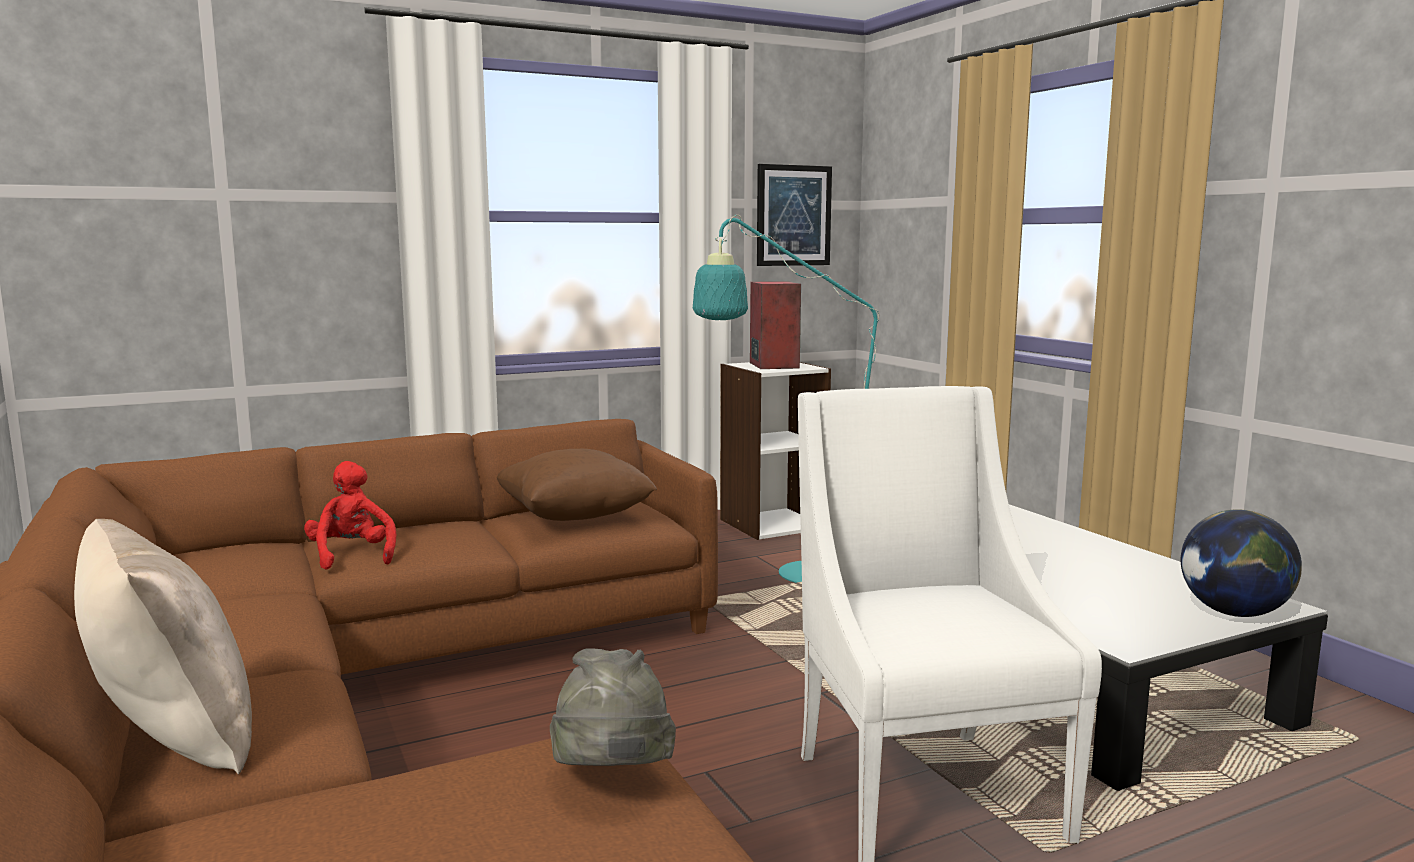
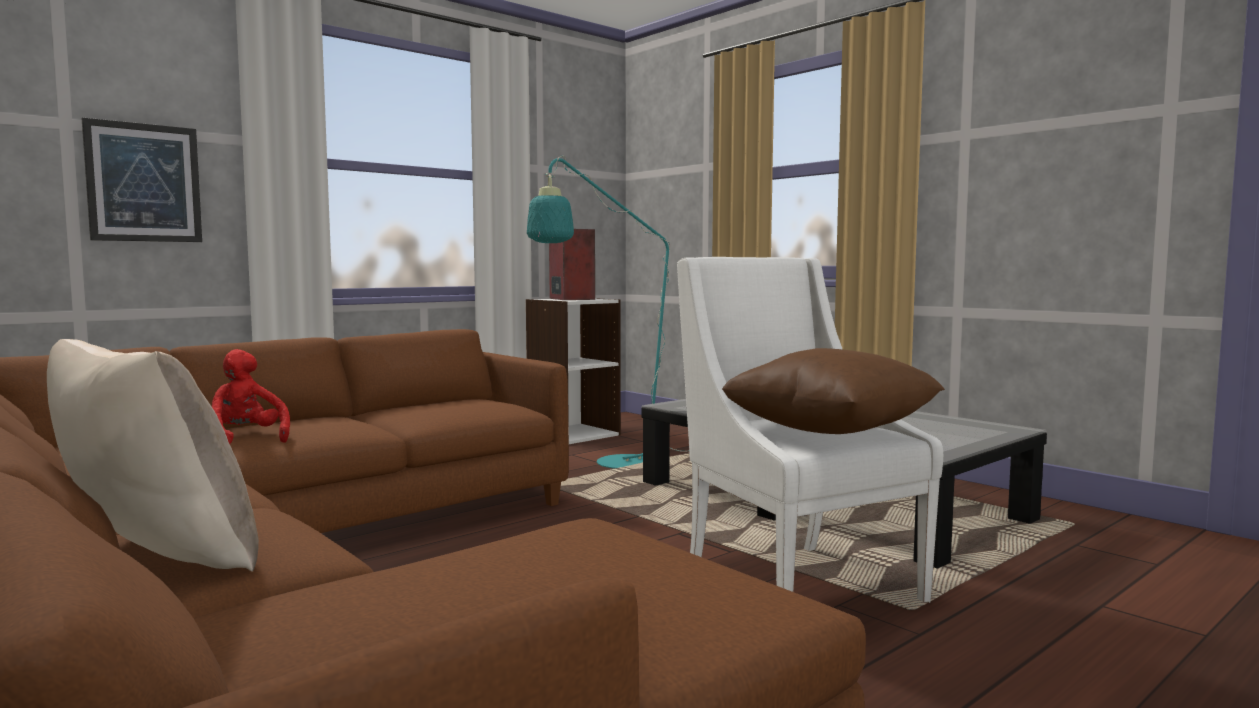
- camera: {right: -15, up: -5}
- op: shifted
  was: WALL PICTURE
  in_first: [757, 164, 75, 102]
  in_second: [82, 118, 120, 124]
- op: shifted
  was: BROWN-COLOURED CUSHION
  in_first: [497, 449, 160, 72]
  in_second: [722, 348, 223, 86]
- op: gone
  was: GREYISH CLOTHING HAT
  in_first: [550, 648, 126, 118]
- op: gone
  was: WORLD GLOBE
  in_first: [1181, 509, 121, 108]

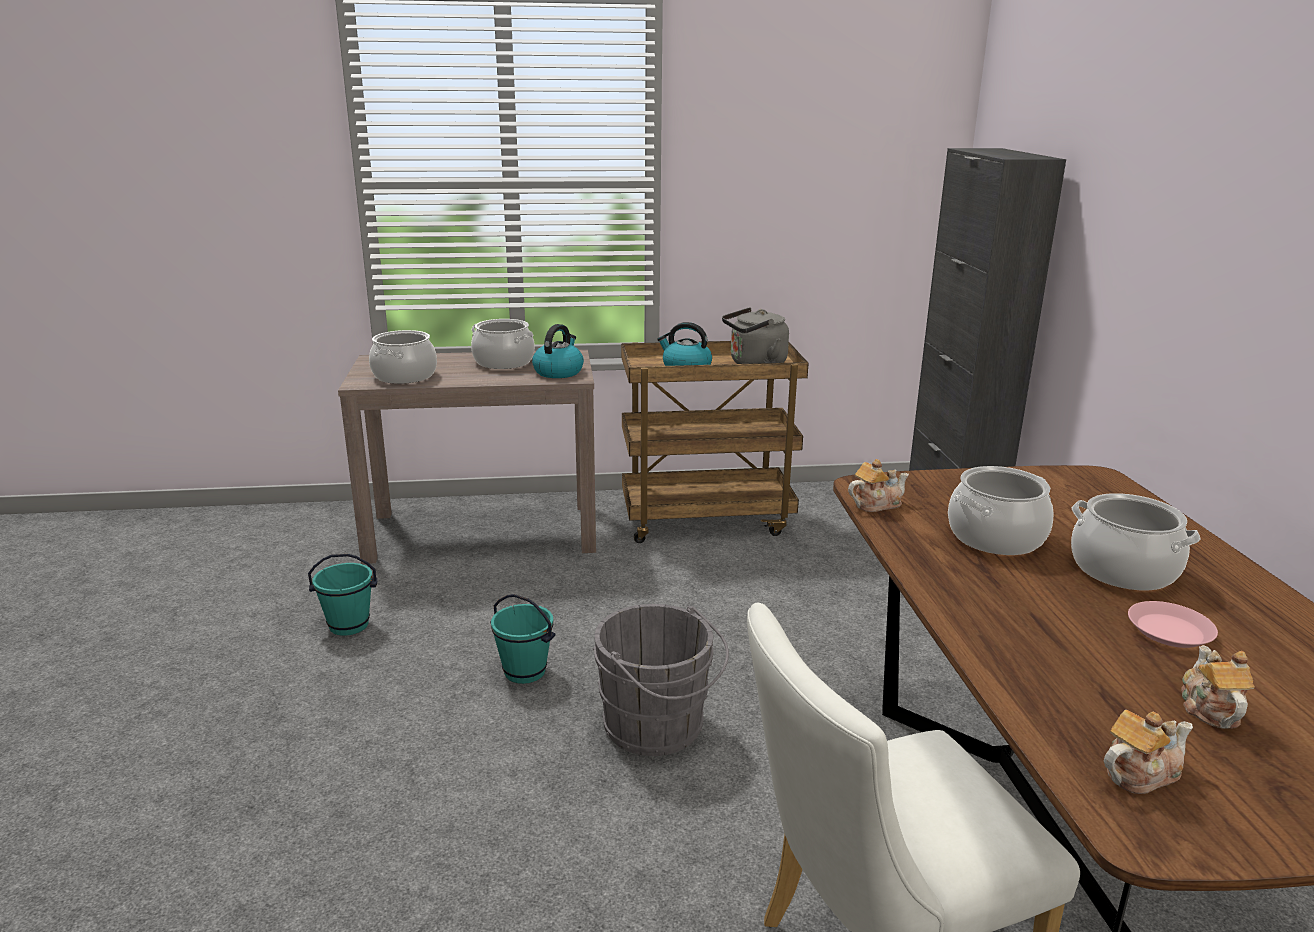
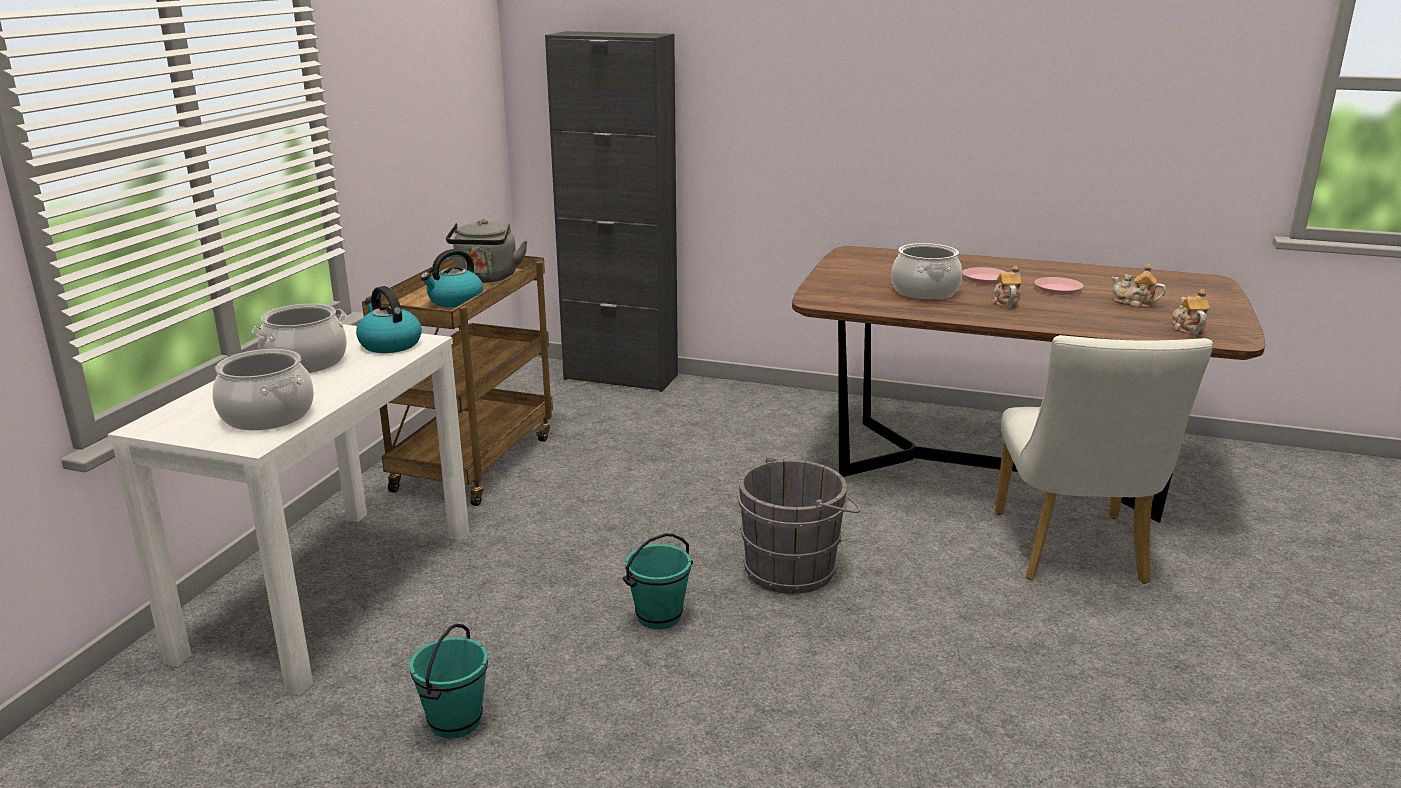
- camera: {right: -65, up: 0}
- op: repainted
  was: BROWN-COLOURED NARROW TABLE
  now: WHITE NARROW TABLE
  in_first: [338, 350, 258, 214]
  in_second: [108, 324, 361, 371]
- op: swapped
  was: STOCKPOT
  now: PINK FLAT DISH
  in_first: [1071, 493, 130, 97]
  in_second: [963, 267, 43, 17]
- op: shifted
  was: POT FOR TEA
  in_first: [848, 459, 61, 53]
  in_second: [992, 265, 30, 43]

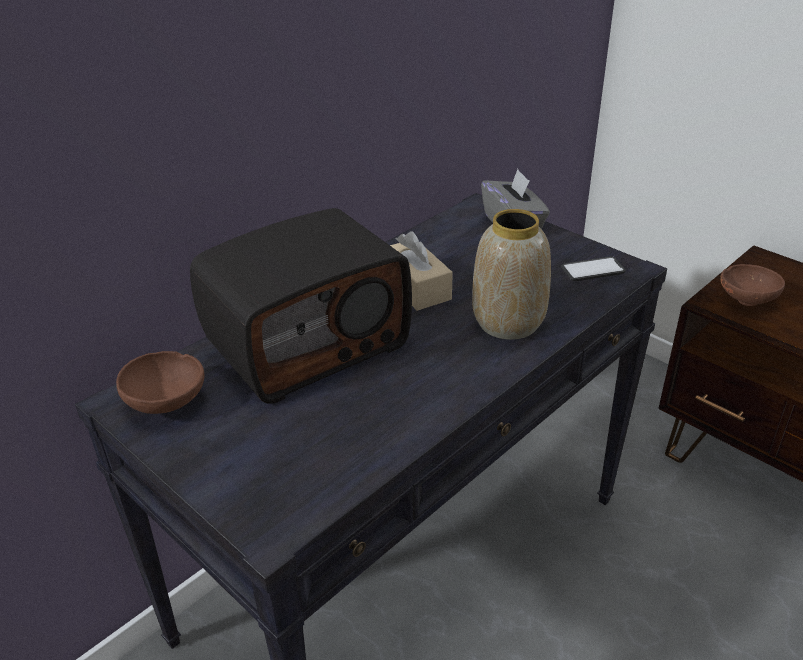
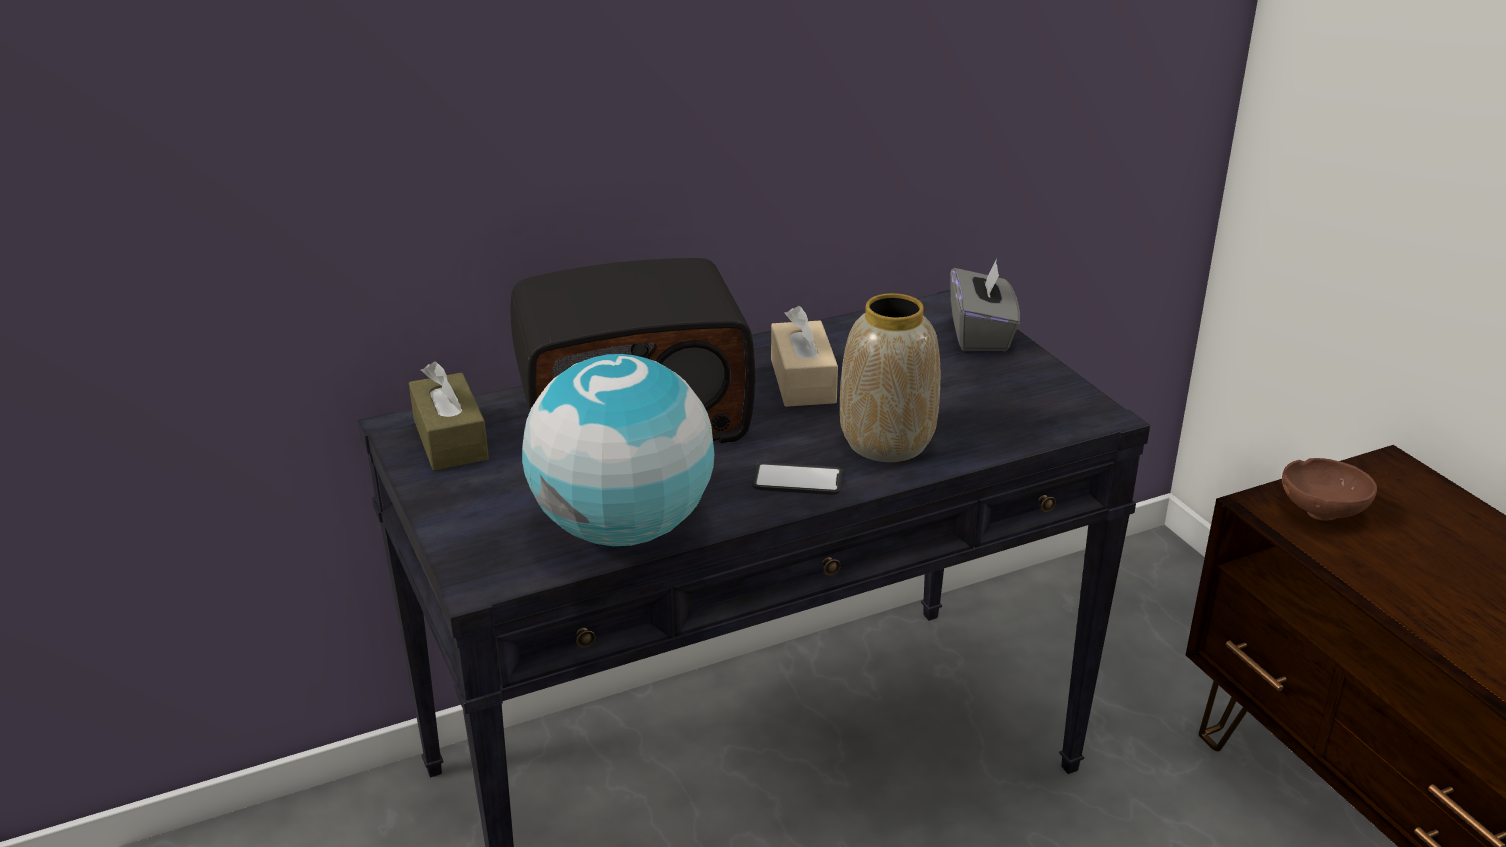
- camera: {right: 20, up: -5}
- op: swapped
  was: BROWN-COLOURED BOWL
  now: BROWN-COLOURED BOX OF TISSUES
  in_first: [116, 351, 89, 63]
  in_second: [409, 361, 80, 110]
- op: new
  now: WORLD GLOBE
  in_second: [522, 354, 192, 192]
- op: shifted
  was: HANDSET
  in_first: [561, 256, 65, 25]
  in_second: [752, 462, 91, 33]

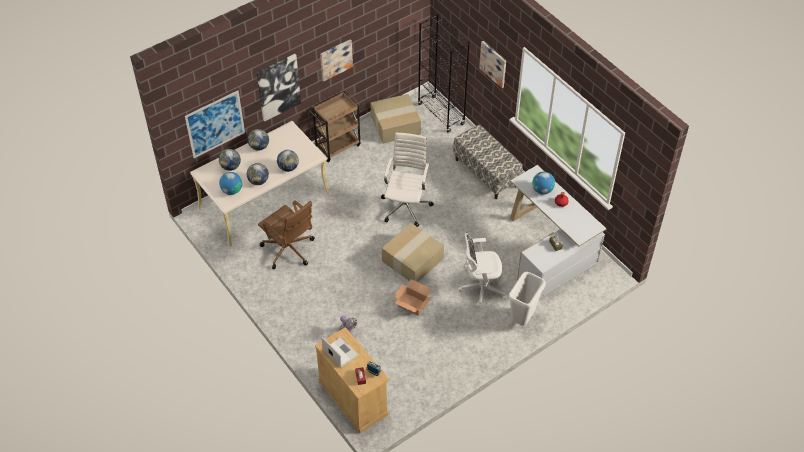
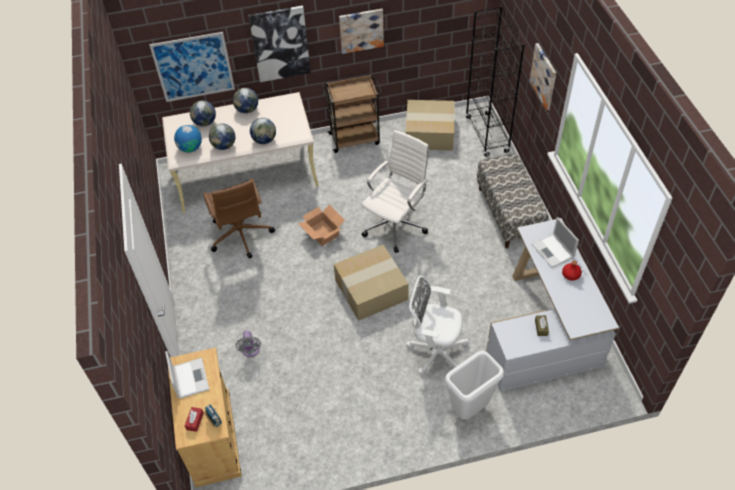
- camera: {right: 25, up: 0}
- op: shifted
  was: CARDBOARD BOX
  in_first: [394, 279, 38, 37]
  in_second: [298, 205, 47, 41]
- op: swapped
  was: WORLD GLOBE
  now: LAPTOP
  in_first: [532, 172, 23, 23]
  in_second: [532, 217, 47, 51]

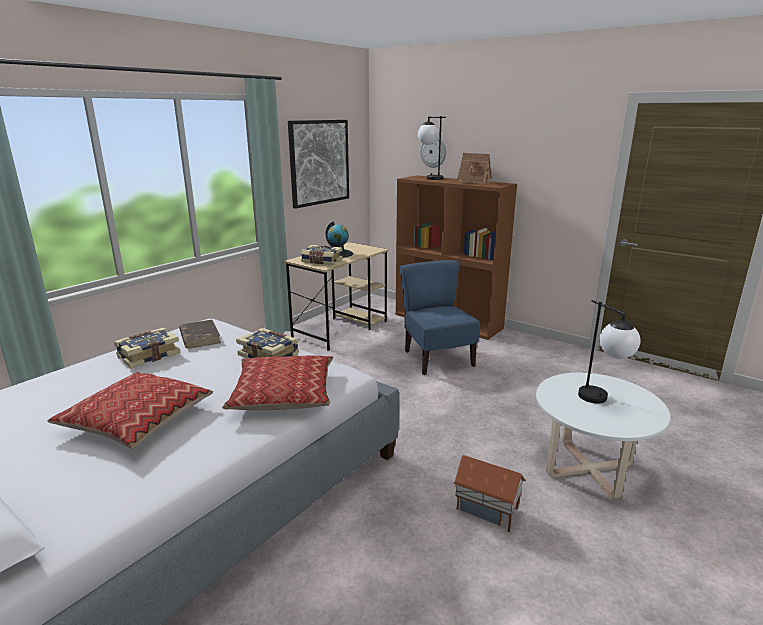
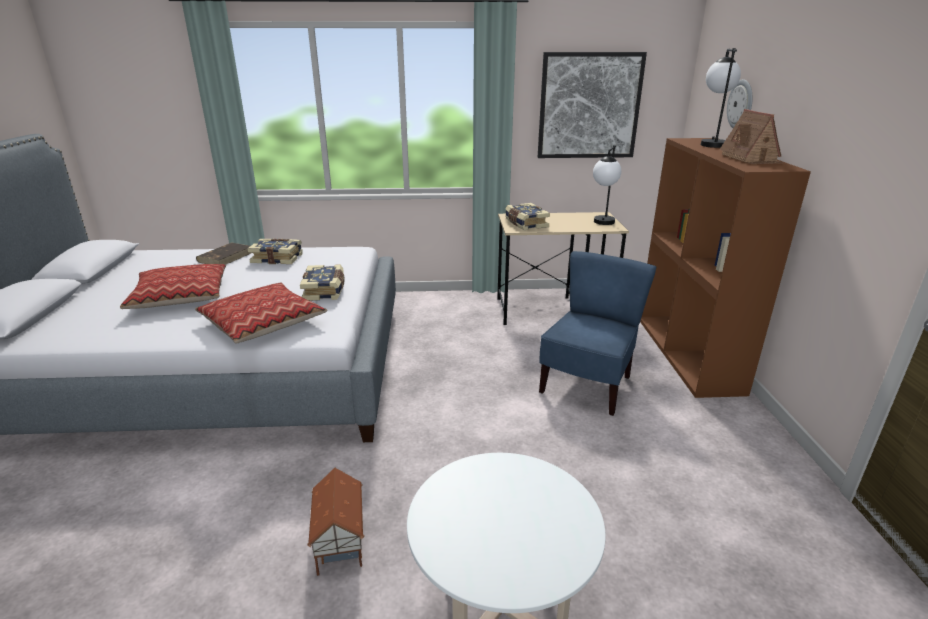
- camera: {right: 50, up: 5}
- op: shifted
  was: BROWN-COLOURED VOLUME
  in_first: [179, 320, 42, 29]
  in_second: [196, 243, 56, 22]
- op: shifted
  was: LAMP FOR A TABLE
  in_first: [578, 300, 62, 104]
  in_second: [593, 145, 28, 80]
- op: gone
  was: WORLD GLOBE
  in_first: [326, 221, 27, 37]

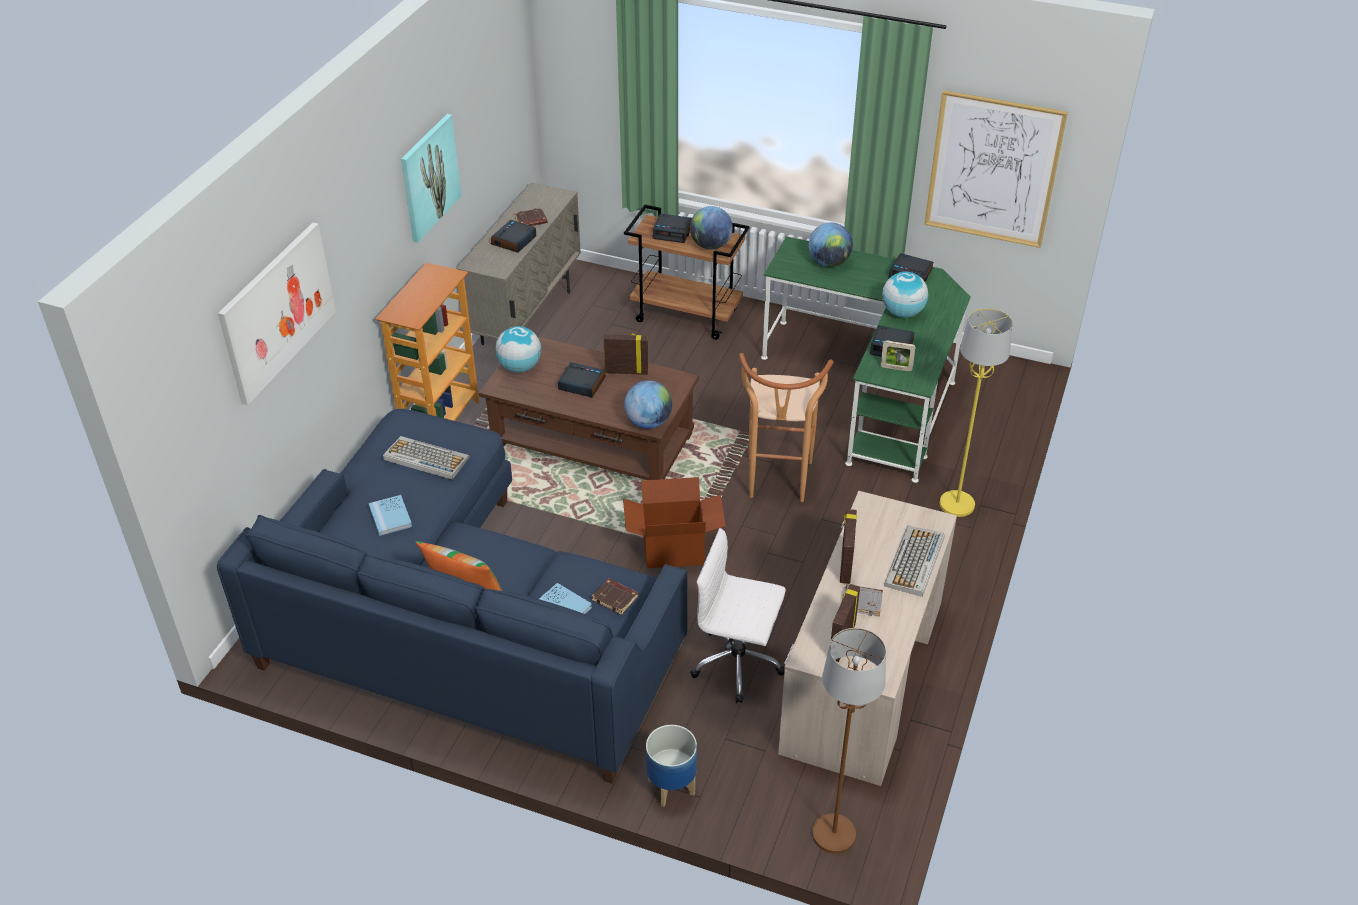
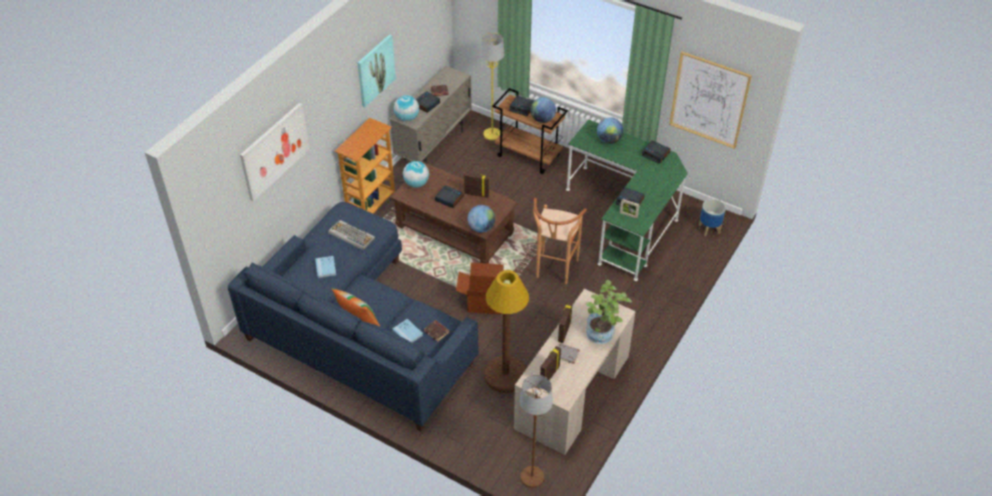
- camera: {right: 10, up: 5}
- op: shifted
  was: WORLD GLOBE
  in_first: [882, 272, 46, 46]
  in_second: [394, 95, 25, 26]
- op: shifted
  was: YELLOW STANDING LAMP
  in_first: [940, 308, 73, 209]
  in_second: [480, 33, 25, 108]
- op: swapped
  was: WHITE OFFICE CHAIR
  now: BROWN-COLOURED STANDING LAMP
  in_first: [690, 528, 96, 175]
  in_second: [484, 270, 45, 123]
- op: swapped
  was: KEYBOARD
  now: HOUSEPLANT
  in_first: [884, 525, 61, 72]
  in_second: [585, 280, 47, 64]
- op: shifted
  was: FLOWER POT
  in_first: [646, 725, 51, 82]
  in_second: [699, 199, 27, 37]

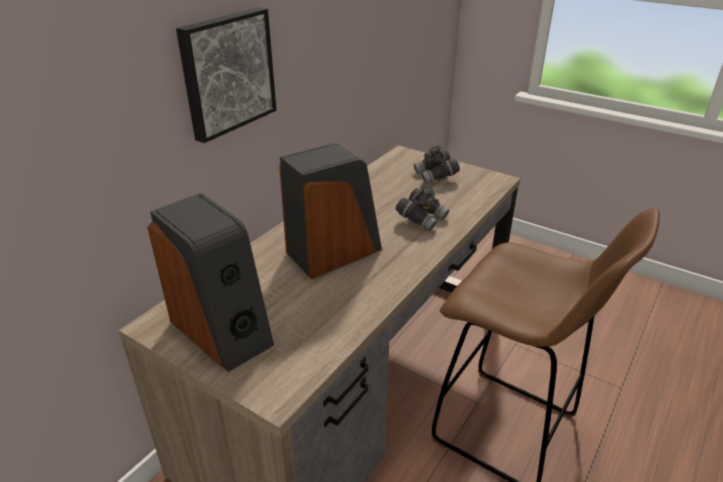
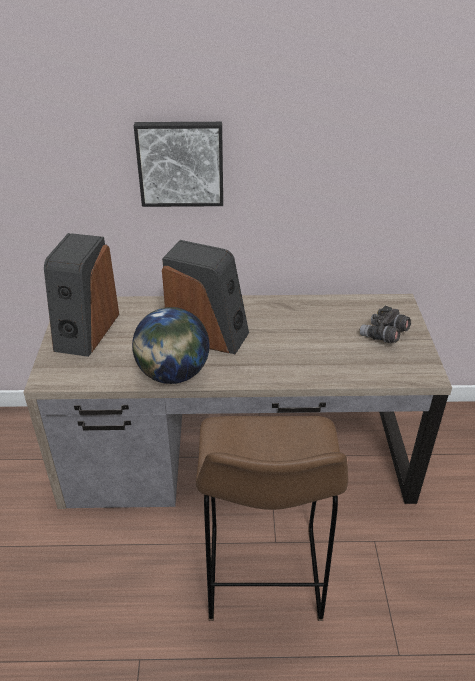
- camera: {right: 55, up: 5}
- op: new
  now: WORLD GLOBE
  in_second: [132, 307, 78, 77]
- op: gone
  was: GREYISH BINOCULARS
  in_first: [396, 186, 53, 45]

